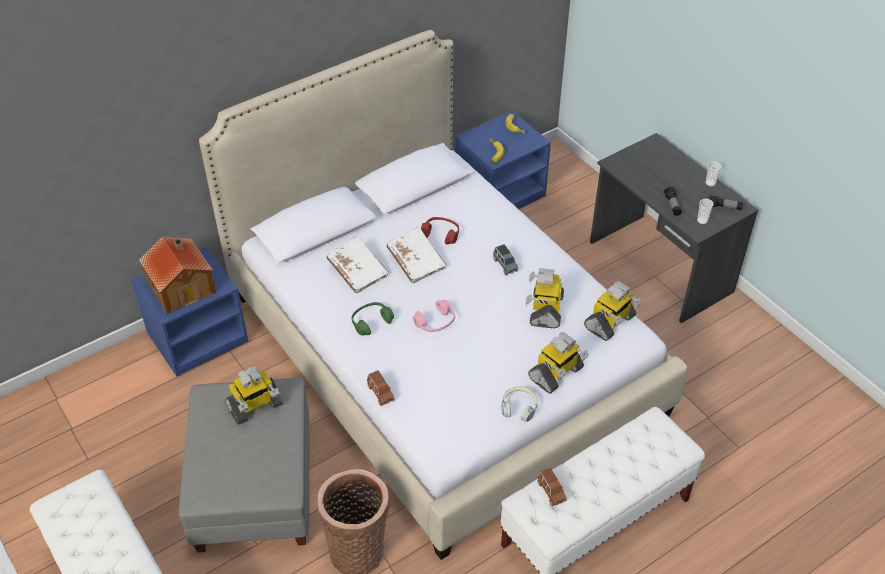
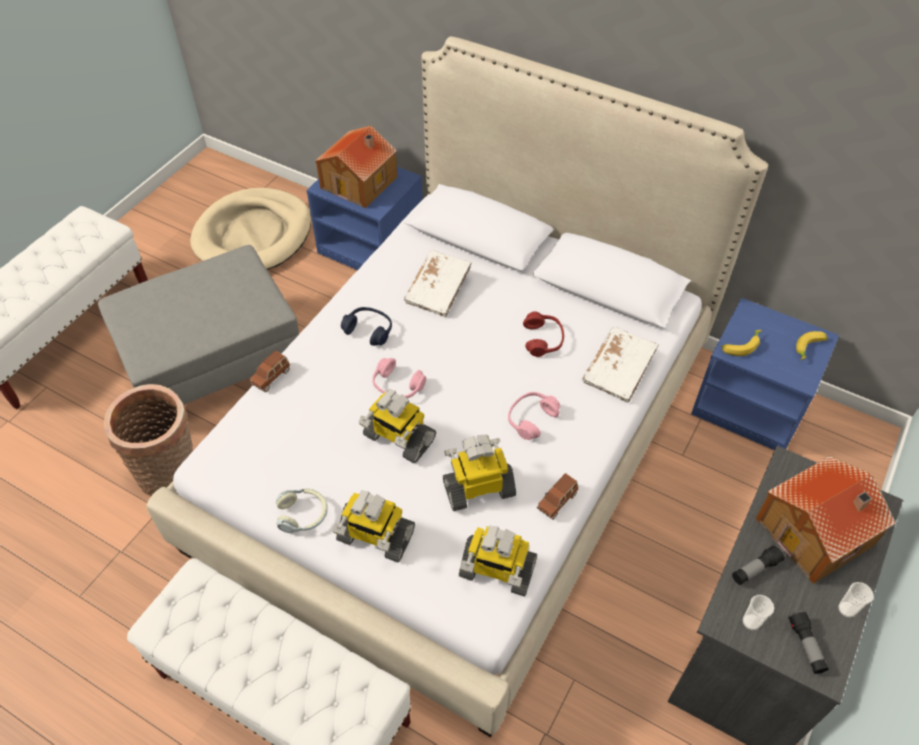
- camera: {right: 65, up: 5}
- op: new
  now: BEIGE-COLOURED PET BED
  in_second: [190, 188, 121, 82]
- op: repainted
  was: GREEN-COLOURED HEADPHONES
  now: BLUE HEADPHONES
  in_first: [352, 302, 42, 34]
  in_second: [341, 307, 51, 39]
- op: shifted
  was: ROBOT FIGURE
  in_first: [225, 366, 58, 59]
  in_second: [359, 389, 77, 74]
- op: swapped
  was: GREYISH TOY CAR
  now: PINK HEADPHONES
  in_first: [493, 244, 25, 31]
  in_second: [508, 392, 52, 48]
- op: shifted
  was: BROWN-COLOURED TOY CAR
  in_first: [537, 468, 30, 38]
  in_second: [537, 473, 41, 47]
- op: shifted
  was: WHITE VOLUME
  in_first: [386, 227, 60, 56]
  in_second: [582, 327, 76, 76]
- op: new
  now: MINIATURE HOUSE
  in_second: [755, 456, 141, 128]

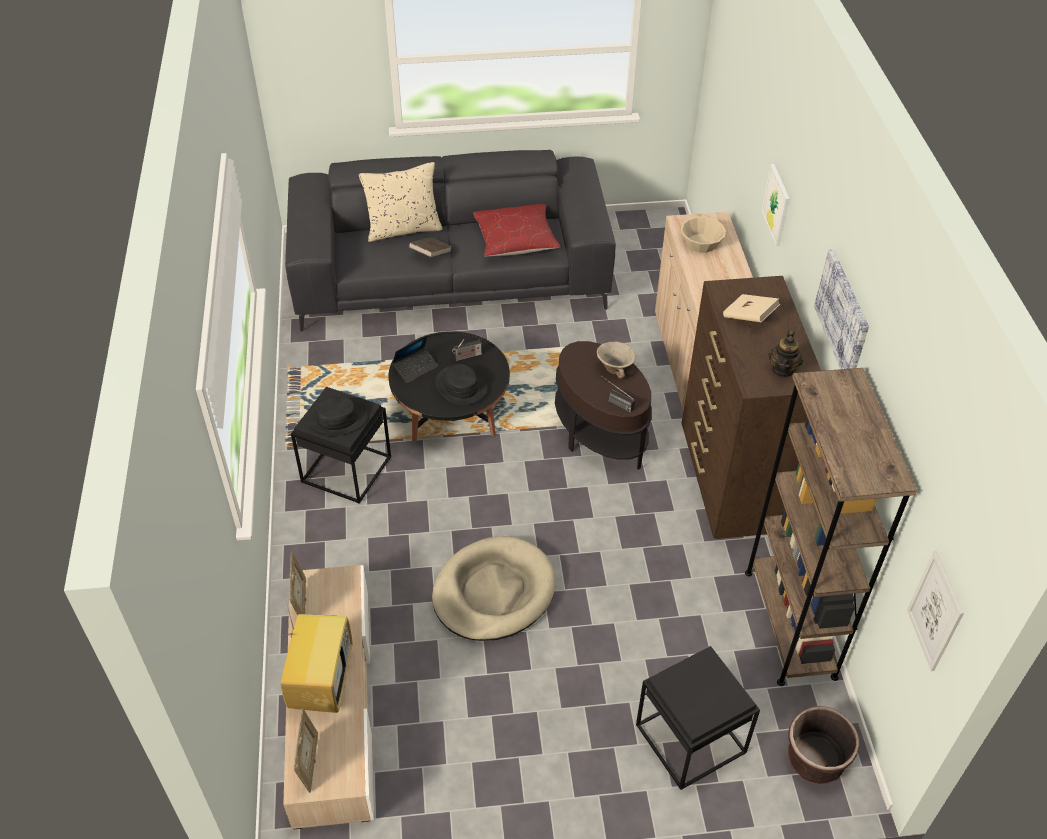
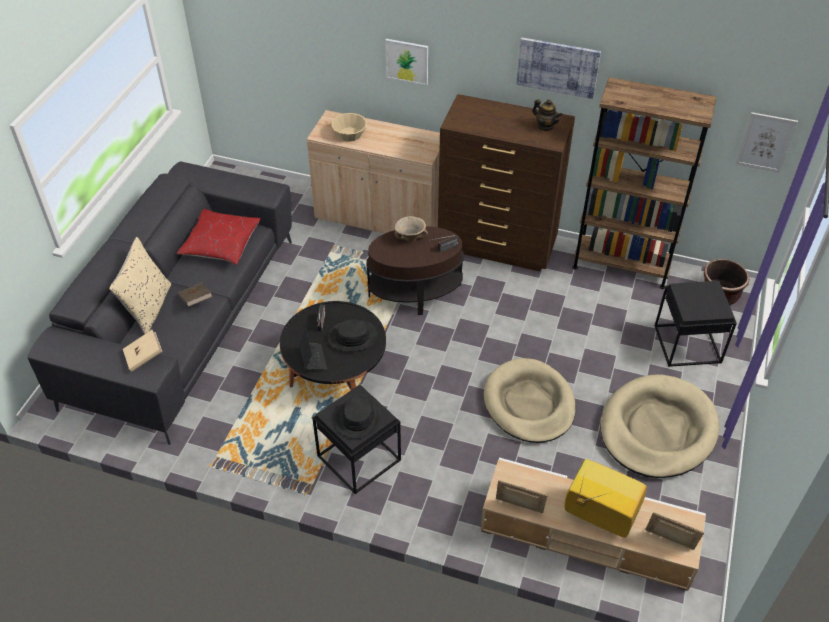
- camera: {right: -65, up: 0}
- op: shifted
  was: BEIGE-COLOURED VOLUME
  in_first: [723, 294, 57, 28]
  in_second: [123, 330, 39, 42]
- op: new
  now: BEIGE-COLOURED PET BED
  in_second: [601, 374, 118, 104]

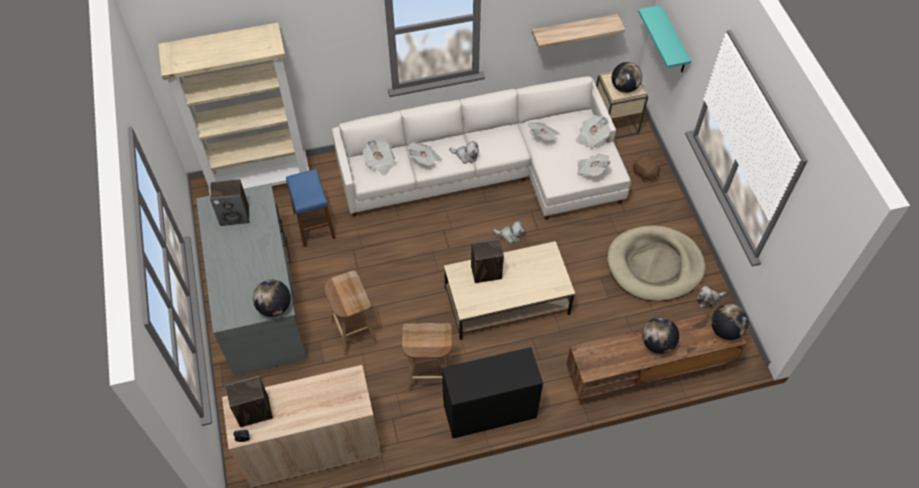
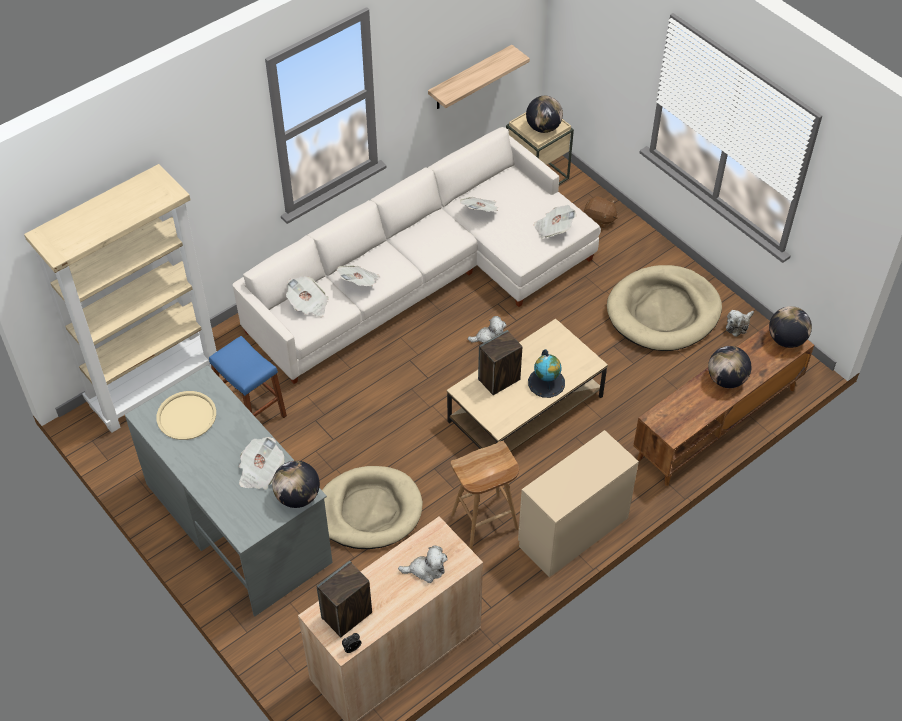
- camera: {right: -25, up: -5}
- op: swapped
  was: LOUDSPEAKER
  now: BEIGE-COLOURED TRAY
  in_first: [210, 179, 39, 47]
  in_second: [156, 391, 60, 49]
- op: shifted
  was: DAILY PAPER
  in_first: [576, 115, 34, 34]
  in_second: [239, 437, 45, 53]
- op: swapped
  was: BROWN-COLOURED STOOL SEAT
  now: BEIGE-COLOURED PET BED
  in_first: [324, 270, 54, 86]
  in_second: [322, 466, 101, 83]
- op: shifted
  was: SOFT TOY
  in_first: [449, 141, 30, 23]
  in_second: [398, 545, 50, 38]
- op: repainted
  was: BLACKISH DRESSER
  now: BEIGE-COLOURED DRESSER
  in_first: [442, 347, 101, 91]
  in_second: [518, 430, 121, 147]
- op: new
  now: WORLD GLOBE
  in_second: [528, 349, 37, 49]
- op: gone
  was: TURQUOISE BRACKET SHELF
  in_first: [638, 5, 53, 67]

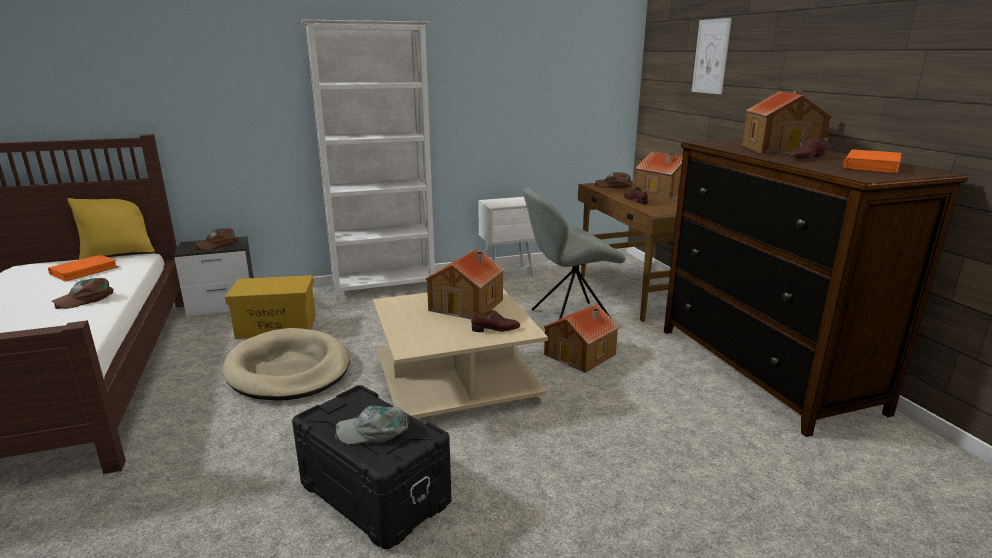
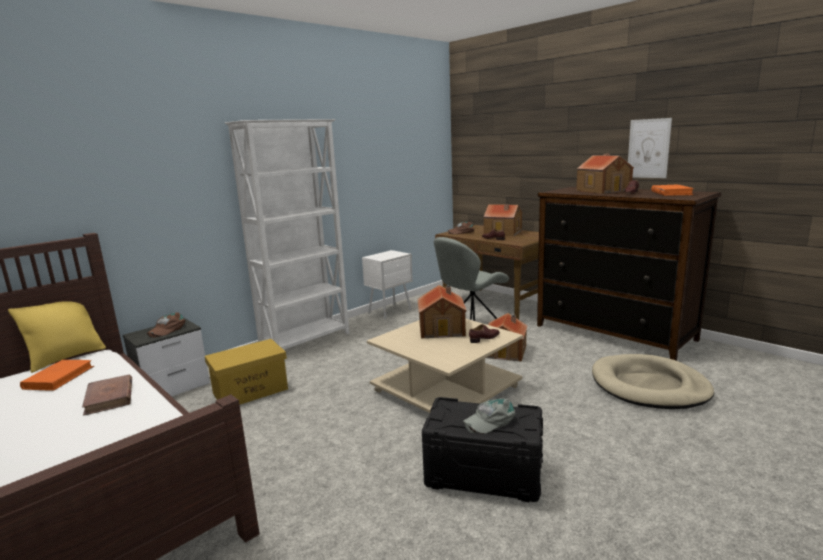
- camera: {right: -25, up: -5}
- op: swapped
  was: BROWN-COLOURED CAP
  now: BROWN-COLOURED VOLUME
  in_first: [52, 278, 62, 31]
  in_second: [82, 374, 50, 42]
- op: shifted
  was: BEIGE-COLOURED PET BED
  in_first: [222, 328, 128, 73]
  in_second: [592, 354, 122, 55]
- op: shifted
  was: WALL PICTURE
  in_first: [691, 18, 41, 76]
  in_second: [628, 118, 44, 60]

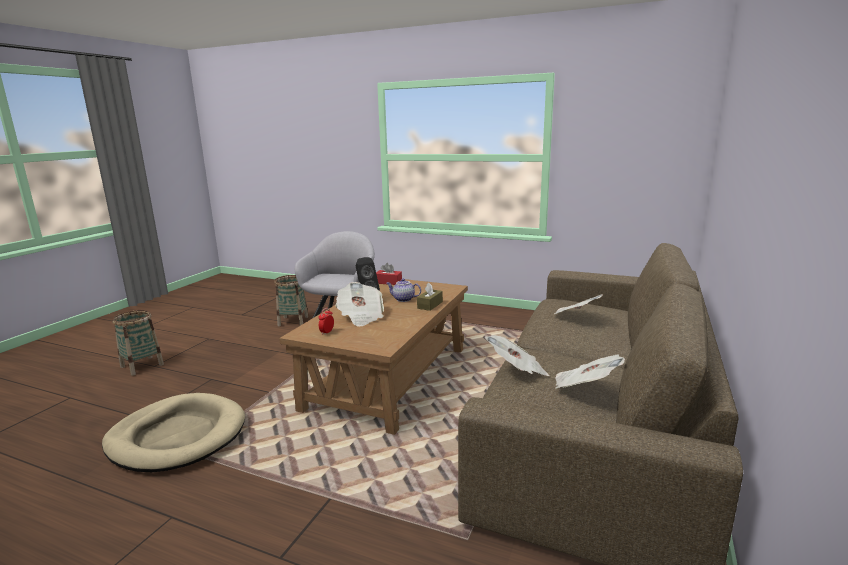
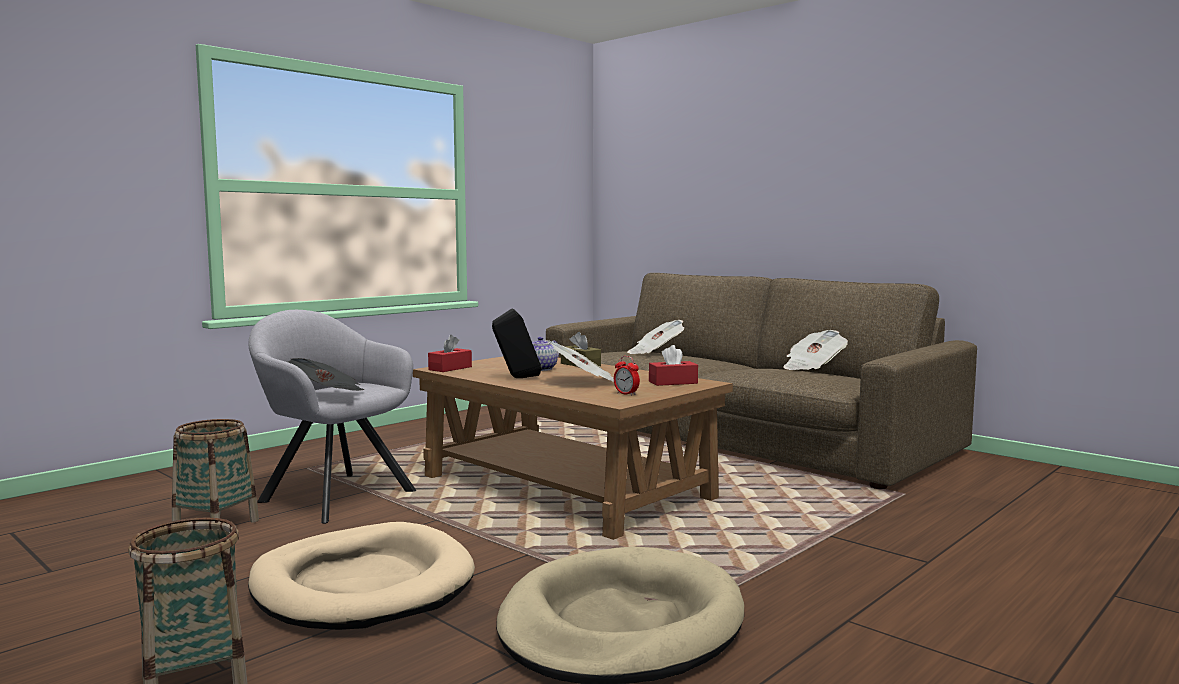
- camera: {right: -70, up: -10}
- op: new
  now: BEIGE-COLOURED PET BED
  in_second: [248, 522, 227, 108]
- op: shifted
  was: DAILY PAPER
  in_first: [485, 335, 65, 41]
  in_second: [288, 358, 76, 33]
- op: new
  now: RED BOX OF TISSUES
  in_second: [649, 345, 49, 41]

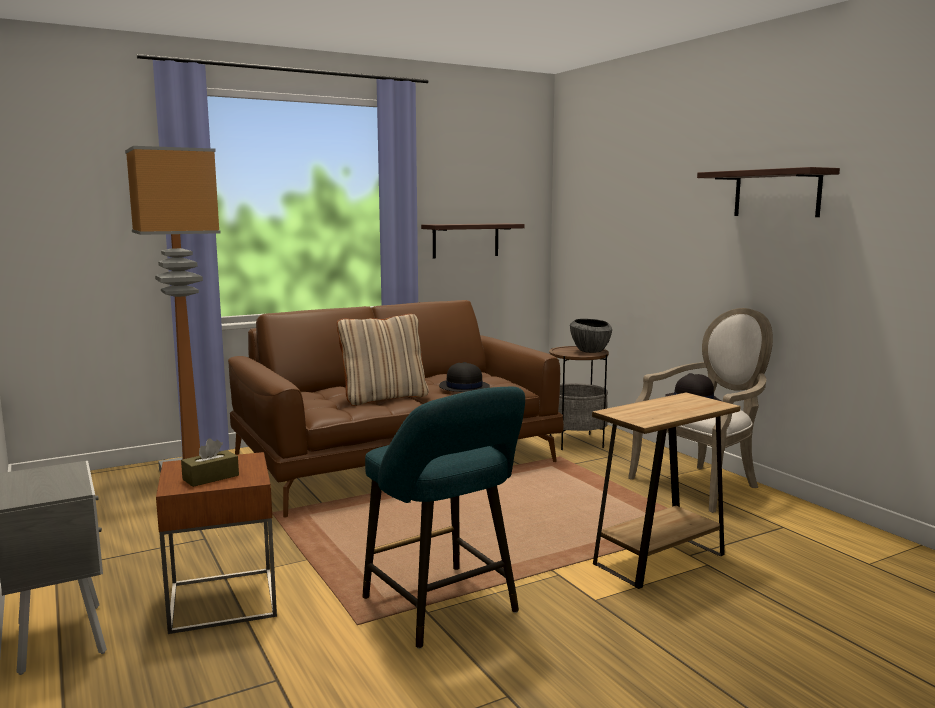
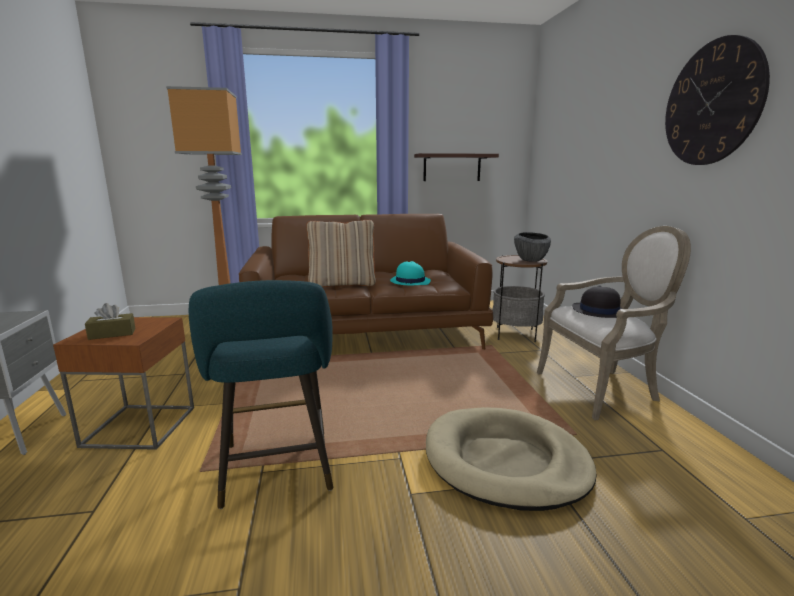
- camera: {right: 20, up: 5}
- op: repainted
  was: BLACKISH CLOTHING HAT
  now: TURQUOISE CLOTHING HAT
  in_first: [439, 362, 51, 30]
  in_second: [390, 261, 41, 24]
- op: swapped
  was: BROWN-COLOURED SIDE TABLE
  now: BEIGE-COLOURED PET BED
  in_first: [592, 393, 148, 196]
  in_second: [426, 407, 170, 104]
- op: swapped
  was: BRACKET SHELF
  now: WALL CLOCK
  in_first: [697, 167, 143, 50]
  in_second: [665, 35, 105, 130]

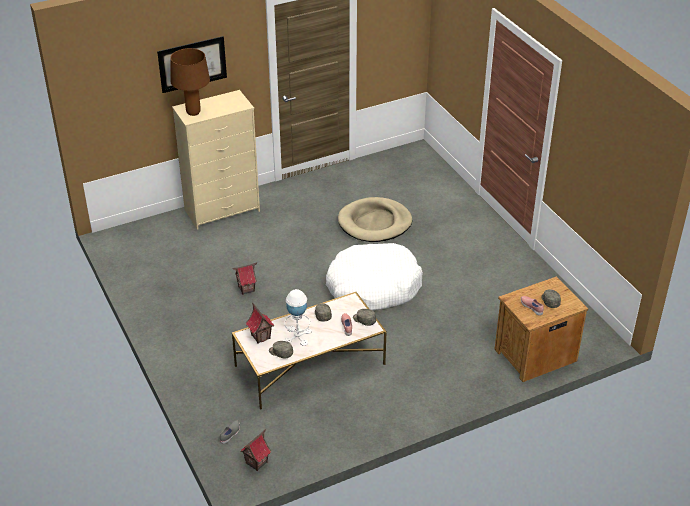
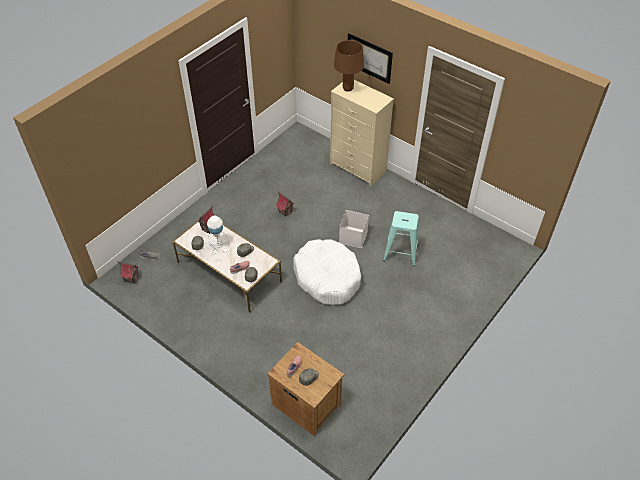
- camera: {right: 65, up: 10}
- op: new
  now: WHITE STORAGE CONTAINER
  in_second: [339, 210, 30, 38]
- op: swapped
  was: BEIGE-COLOURED PET BED
  now: TURQUOISE STOOL SEAT
  in_first: [338, 197, 74, 45]
  in_second: [383, 211, 36, 55]

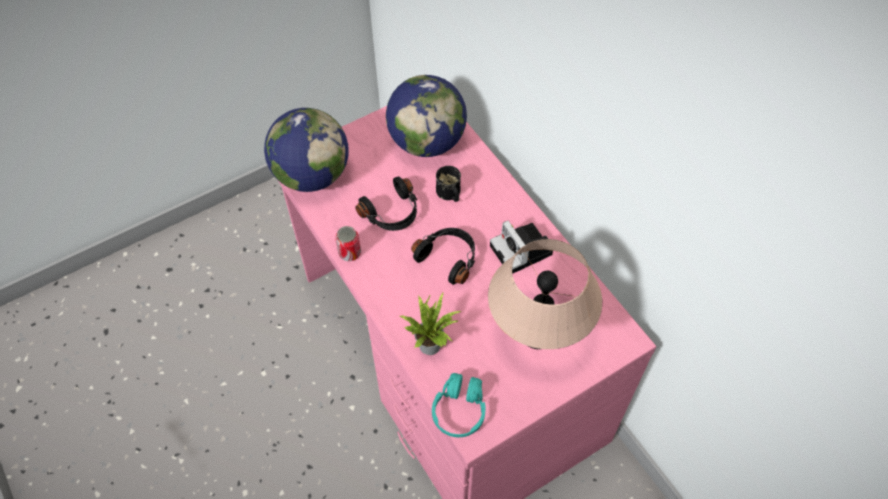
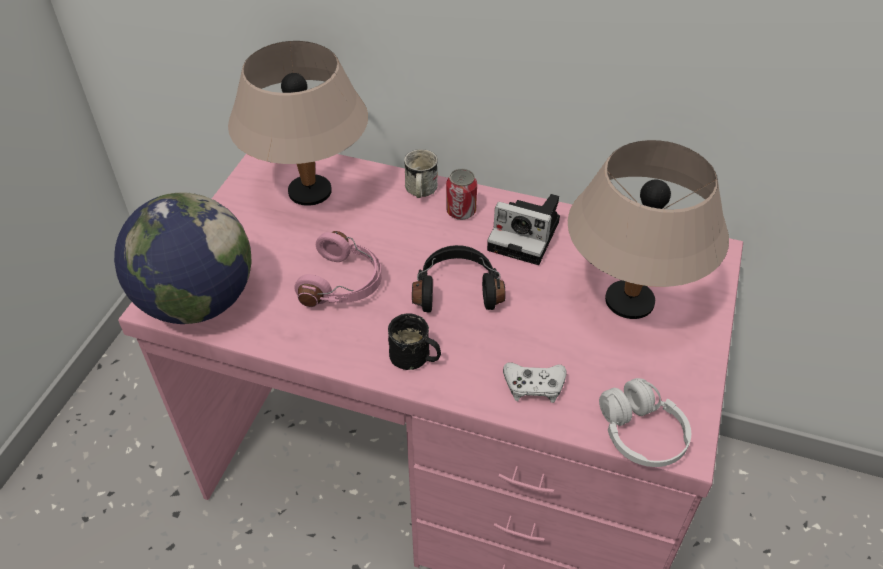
- camera: {right: -40, up: -10}
- op: swapped
  was: WORLD GLOBE
  now: BEIGE-COLOURED LAMP FOR A TABLE
  in_first: [386, 75, 81, 82]
  in_second: [228, 41, 140, 165]
- op: repainted
  was: BLACKISH HEADPHONES
  now: PINK HEADPHONES
  in_first: [355, 177, 63, 54]
  in_second: [294, 231, 88, 76]
- op: shifted
  was: BLACKISH COFFEE MUG
  in_first: [436, 166, 25, 36]
  in_second: [388, 313, 53, 57]
- op: new
  now: WHITE COFFEE MUG
  in_second: [404, 149, 34, 49]
- op: shifted
  was: METAL CAN
  in_first: [335, 226, 26, 35]
  in_second: [446, 169, 31, 51]
- op: swapped
  was: HOUSEPLANT
  now: WHITE GAMEPAD
  in_first: [400, 291, 61, 64]
  in_second: [503, 362, 64, 41]
- op: repainted
  was: TURQUOISE HEADPHONES
  now: WHITE HEADPHONES
  in_first: [432, 373, 54, 64]
  in_second: [599, 378, 92, 89]

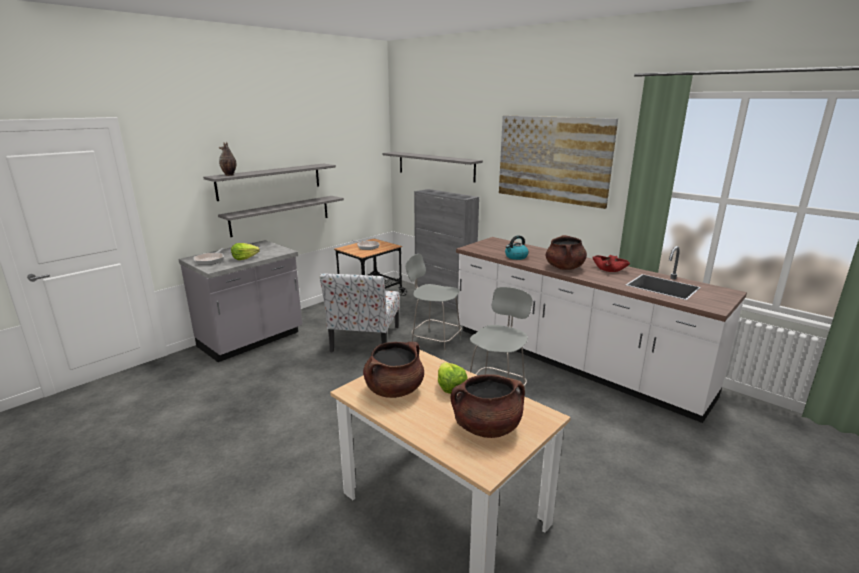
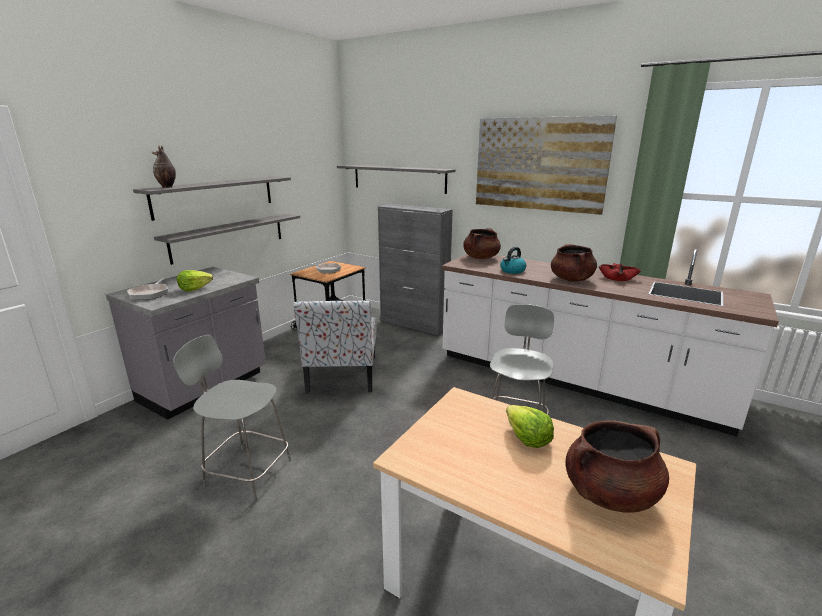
- camera: {right: -10, up: 0}
- op: shifted
  was: GREYISH STOOL SEAT
  in_first: [406, 254, 56, 102]
  in_second: [173, 335, 118, 167]
- op: shifted
  was: BROWN-COLOURED STOCKPOT
  in_first: [363, 341, 61, 57]
  in_second: [463, 228, 38, 31]

